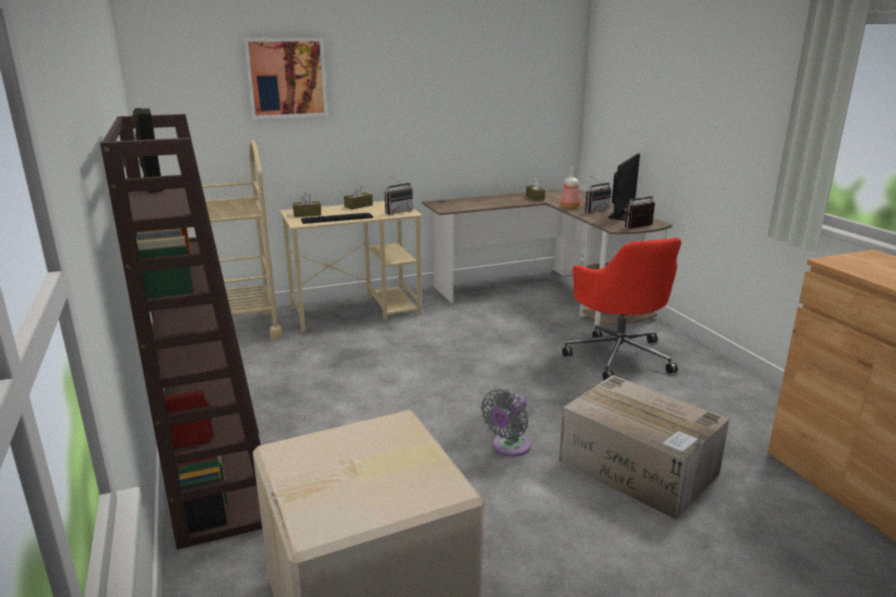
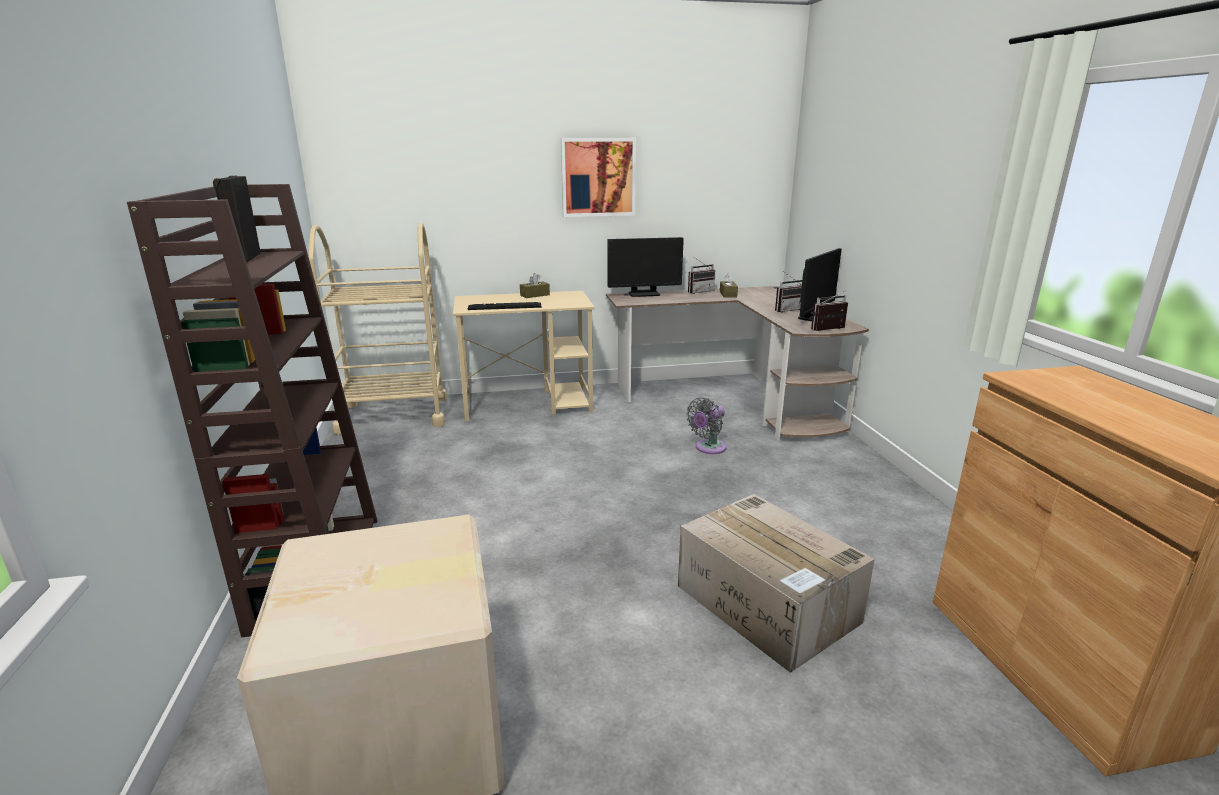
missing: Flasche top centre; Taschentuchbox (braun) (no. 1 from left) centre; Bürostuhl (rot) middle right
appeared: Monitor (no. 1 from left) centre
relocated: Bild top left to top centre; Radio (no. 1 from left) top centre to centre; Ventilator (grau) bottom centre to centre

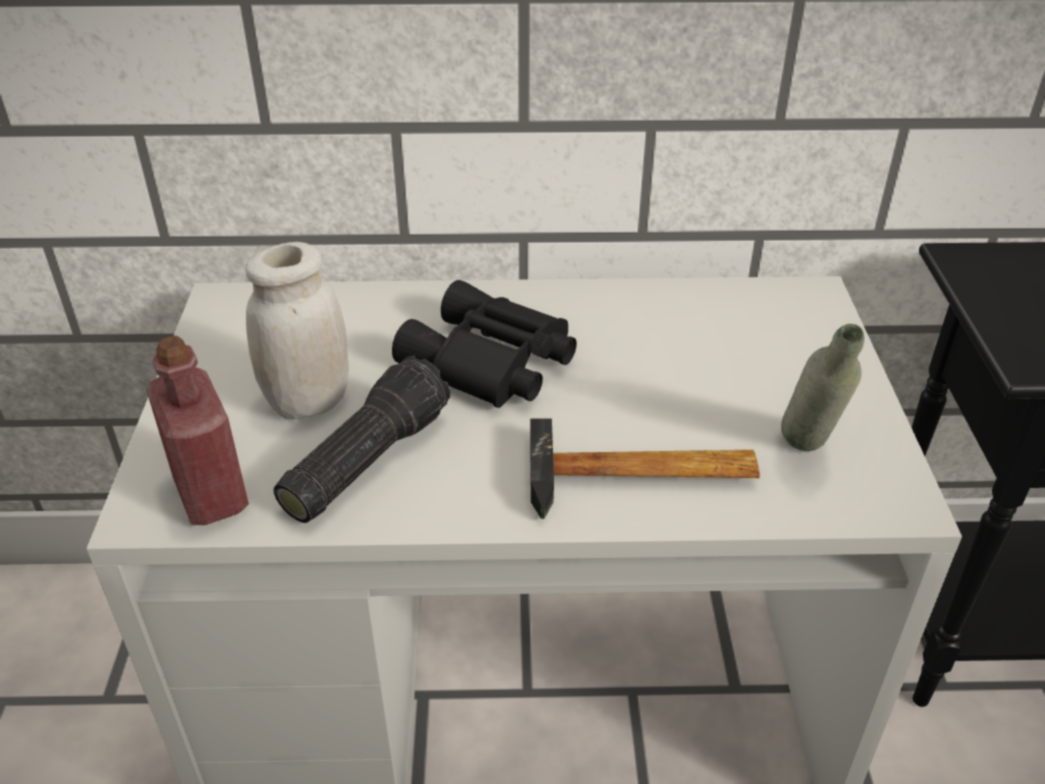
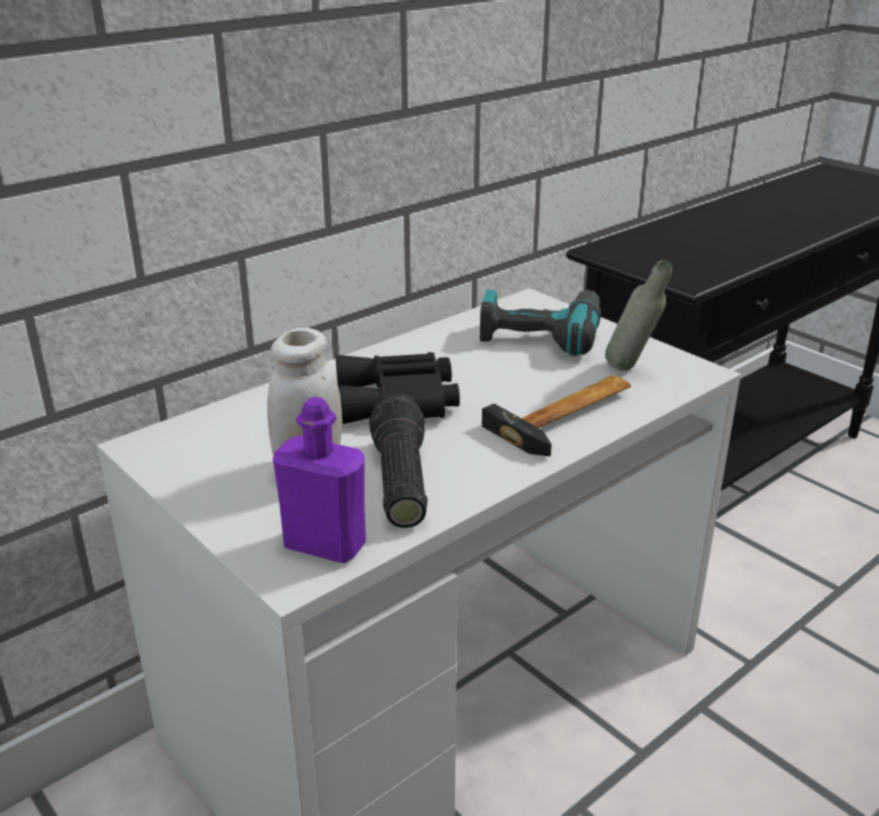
appeared: Bohrmaschine centre
colour: Flasche (rot) middle left to Flasche (lila) centre

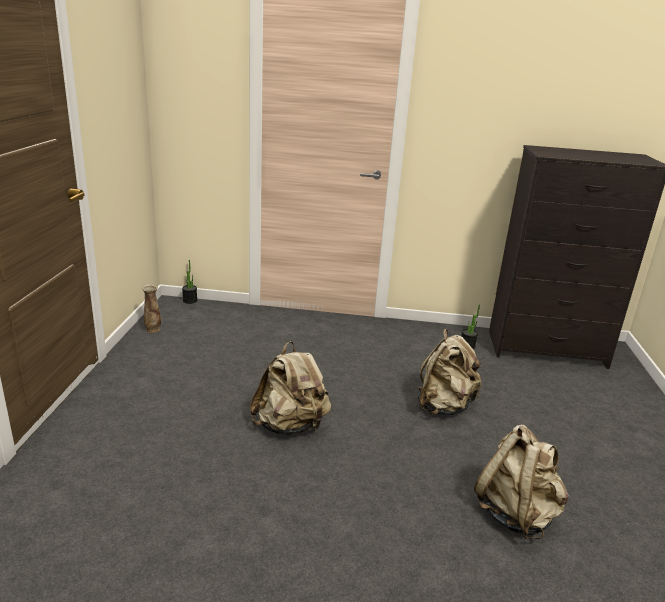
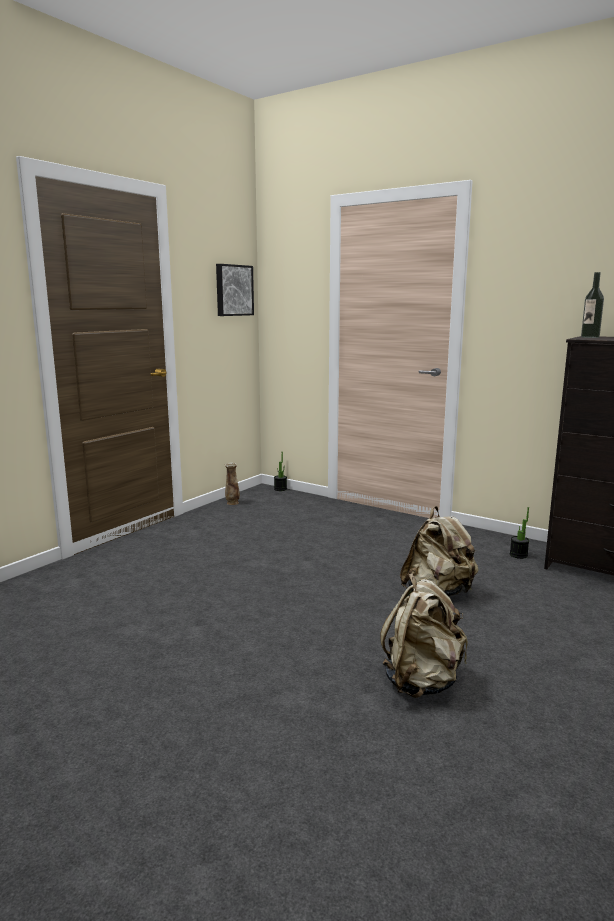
missing: Rucksack (beige) (no. 1 from left) centre
appeared: Bild top centre; Flasche top right

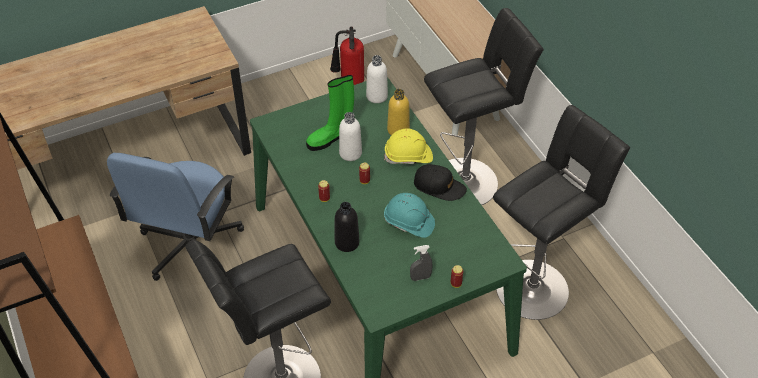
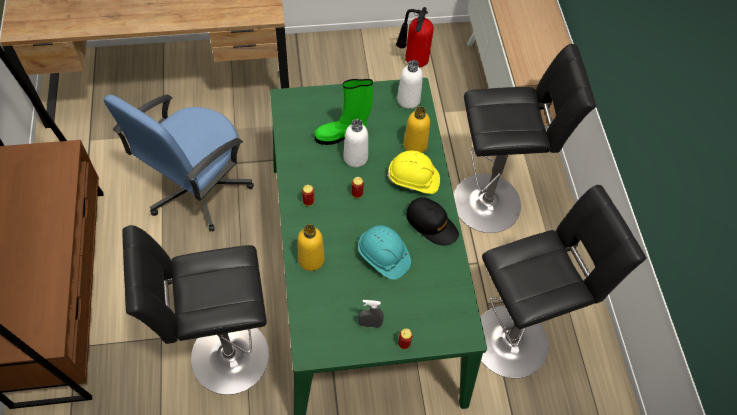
colour: Flasche (schwarz) centre to Flasche (gelb) (no. 1 from left) centre

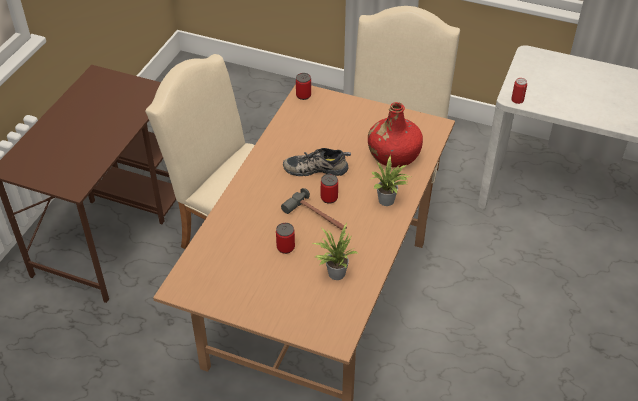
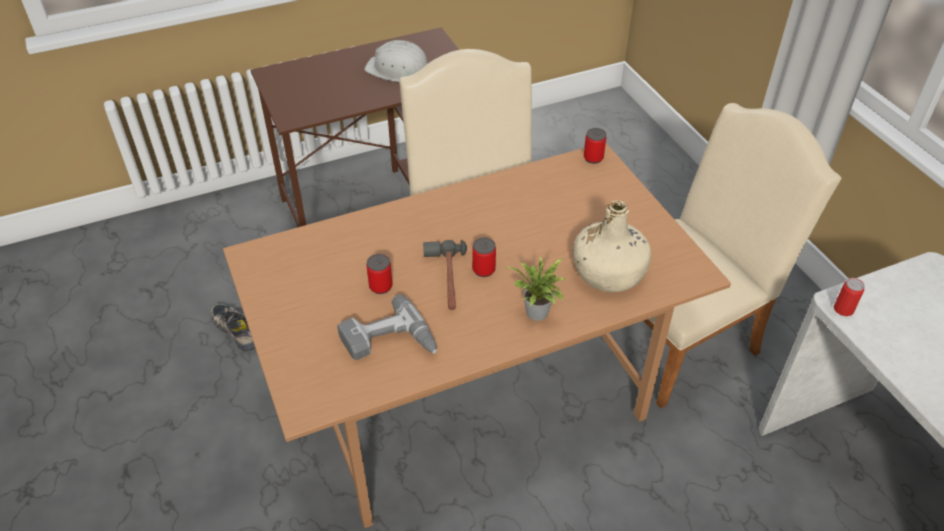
appeared: Schutzhelm (weiß) top centre
relocated: Schuh centre to middle left
exchanged: Topfpflanze (no. 1 from left) centre to Bohrmaschine centre
colour: Flasche (rot) centre to Flasche (beige) centre

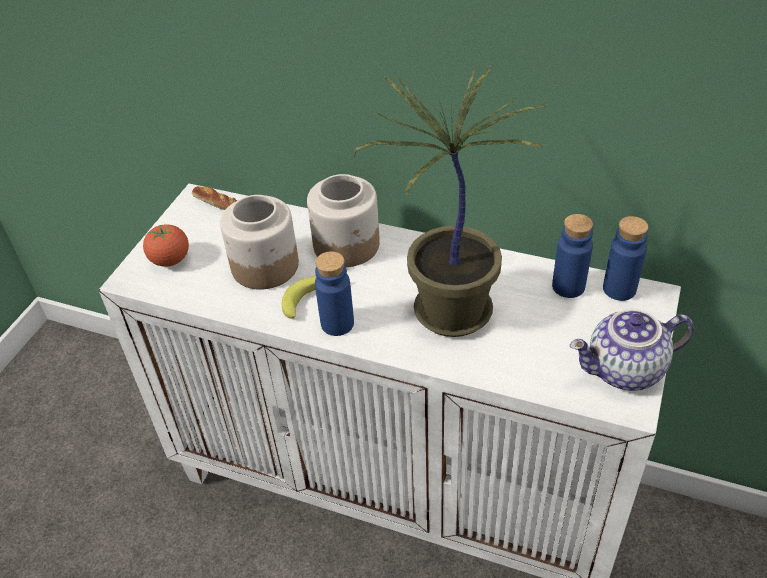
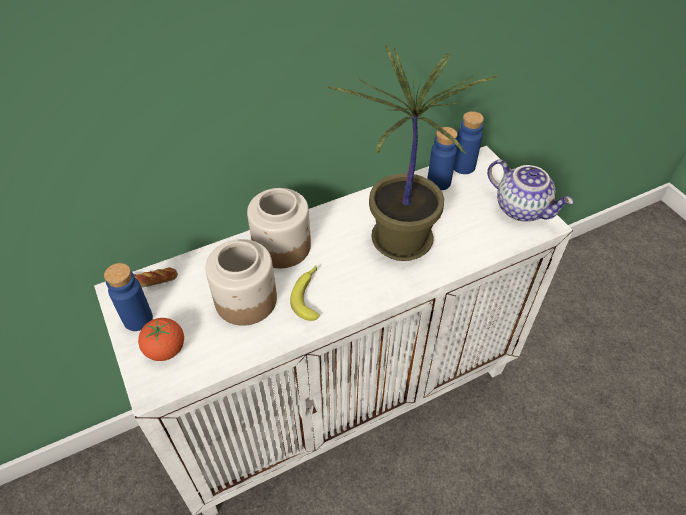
relocated: Flasche (blau) (no. 1 from left) centre to middle left
spun: Teekanne middle right = middle right 75 degrees counterclockwise

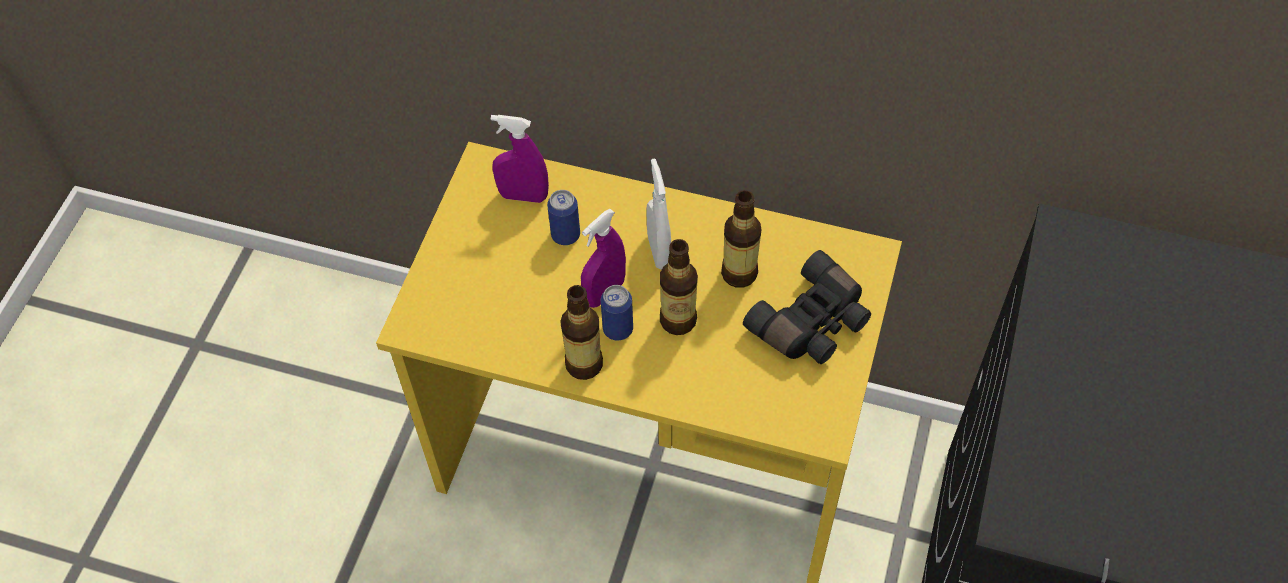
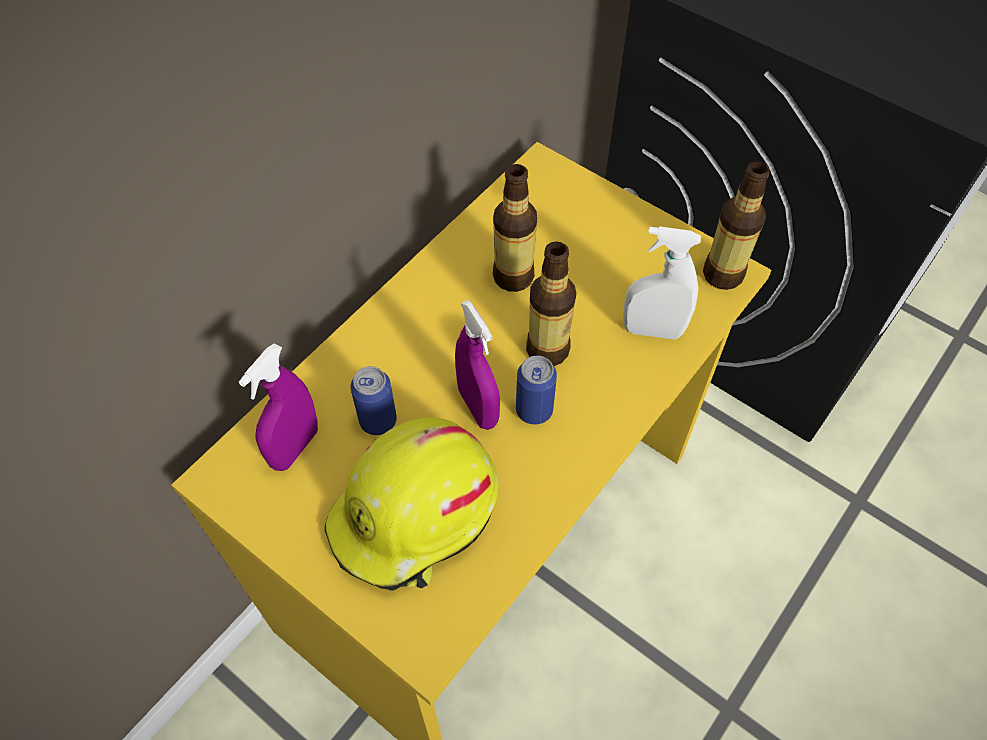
missing: Fernglas (schwarz) centre
appeared: Schutzhelm (gelb) bottom centre
relocated: Sprühflasche (weiß) centre to middle right; Flasche (no. 1 from left in the first image) centre to Flasche (no. 3 from left) top right

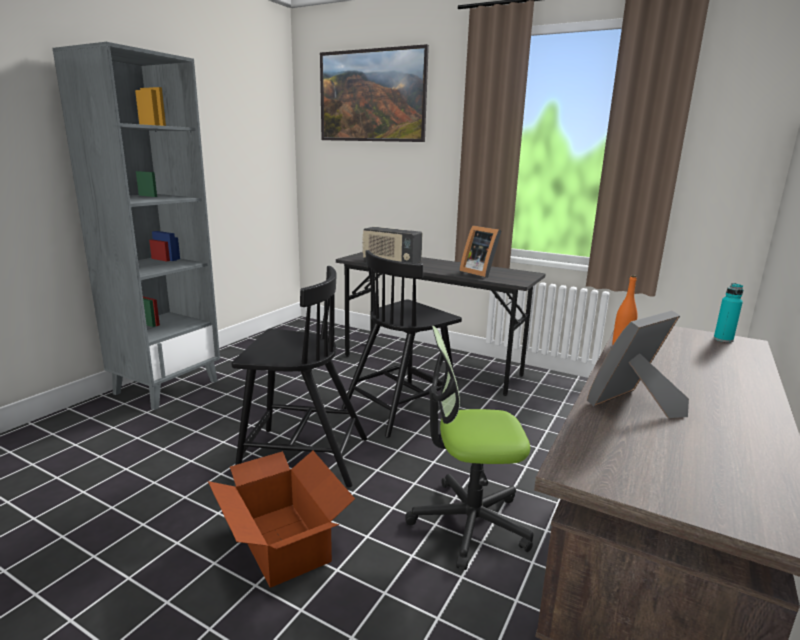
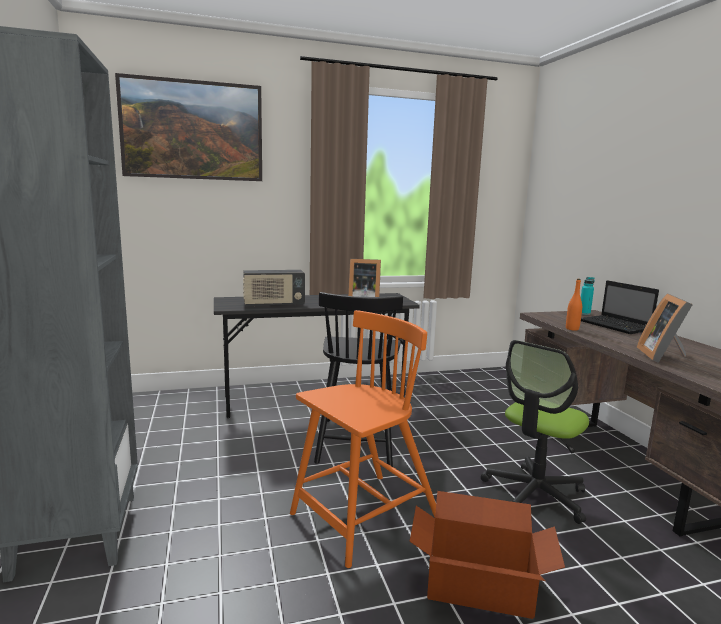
appeared: Laptop middle right
colour: Stuhl (schwarz) (no. 1 from left) centre to Stuhl (orange) bottom centre

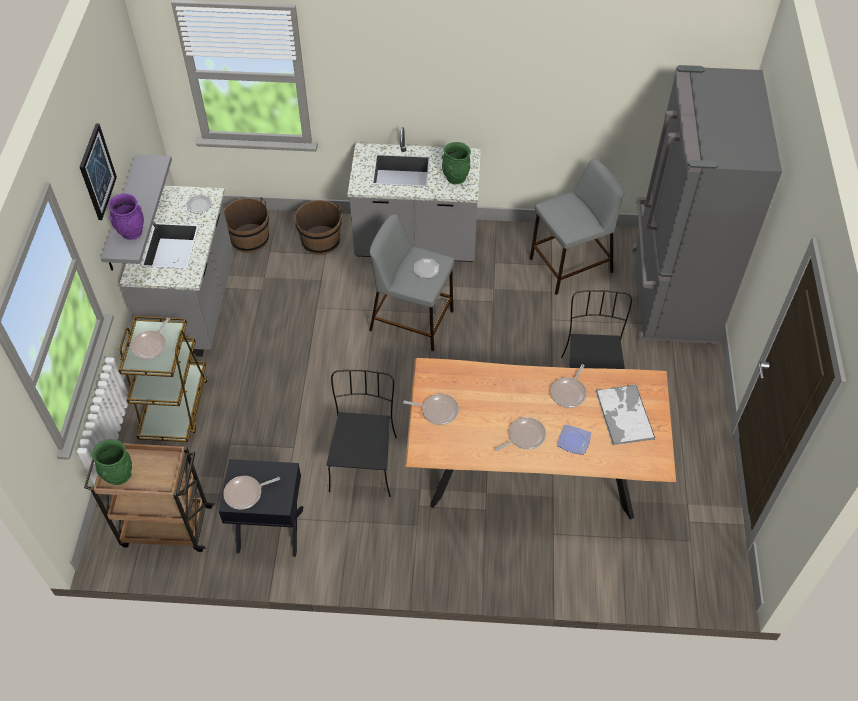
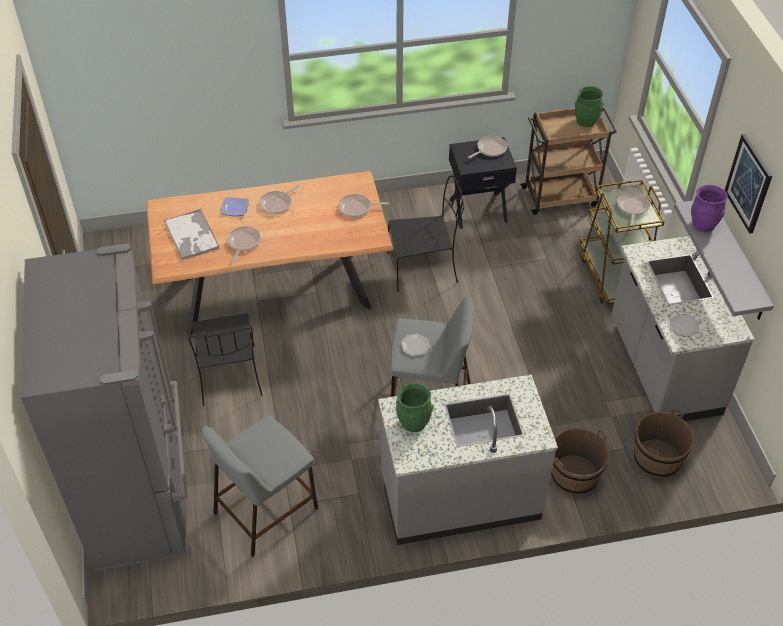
spun: Stuhl (schwarz) (no. 1 from left in the first image) centre = centre 90 degrees counterclockwise

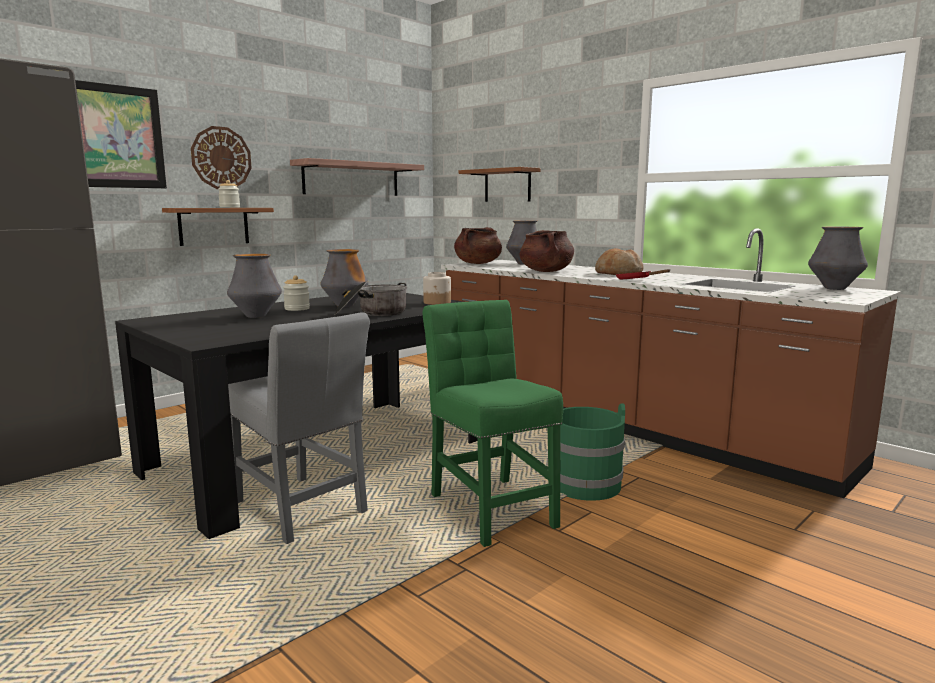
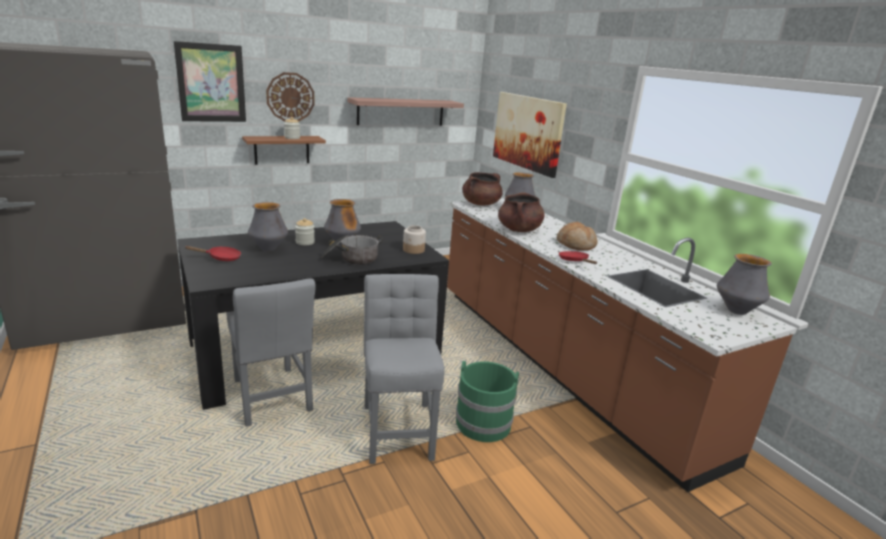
appeared: Pfanne (rot) (no. 1 from left) middle left
exchanged: Wandregal (no. 3 from left) top centre to Bild (no. 2 from left) top centre
colour: Stuhl (grün) centre to Stuhl (grau) (no. 2 from left) bottom centre

